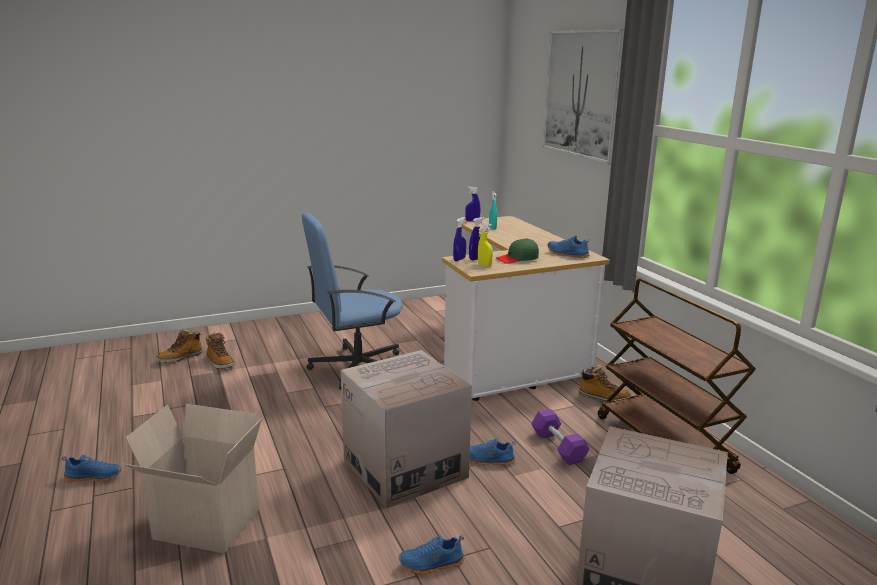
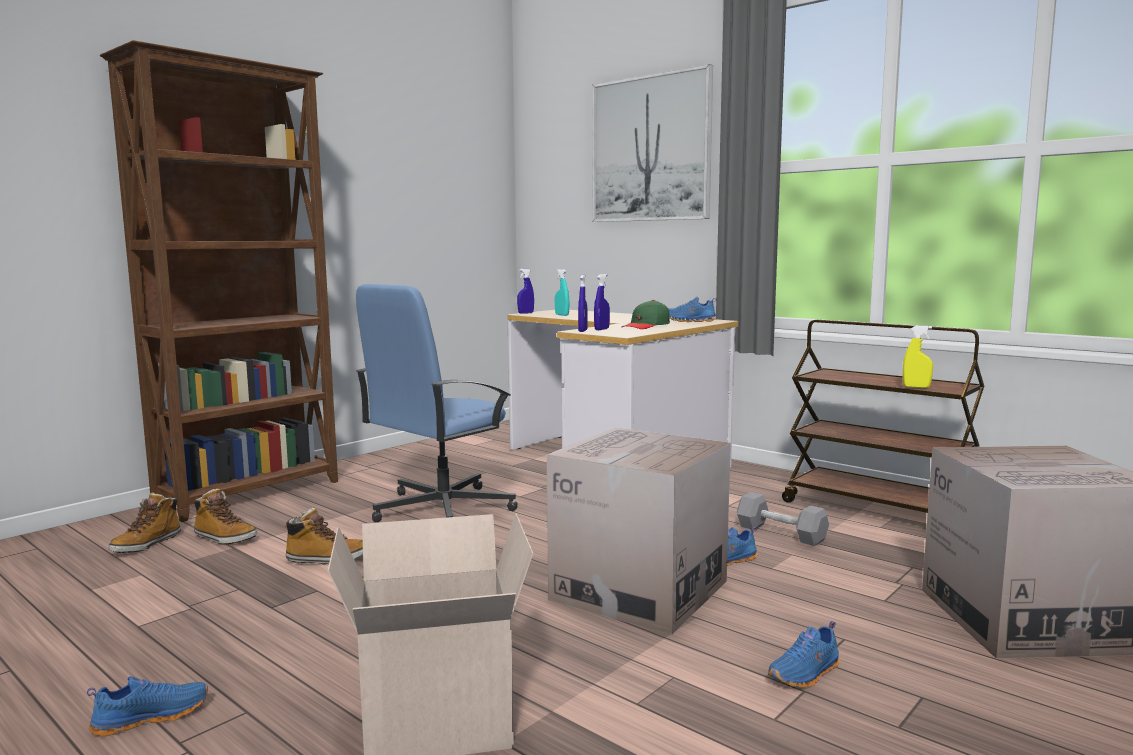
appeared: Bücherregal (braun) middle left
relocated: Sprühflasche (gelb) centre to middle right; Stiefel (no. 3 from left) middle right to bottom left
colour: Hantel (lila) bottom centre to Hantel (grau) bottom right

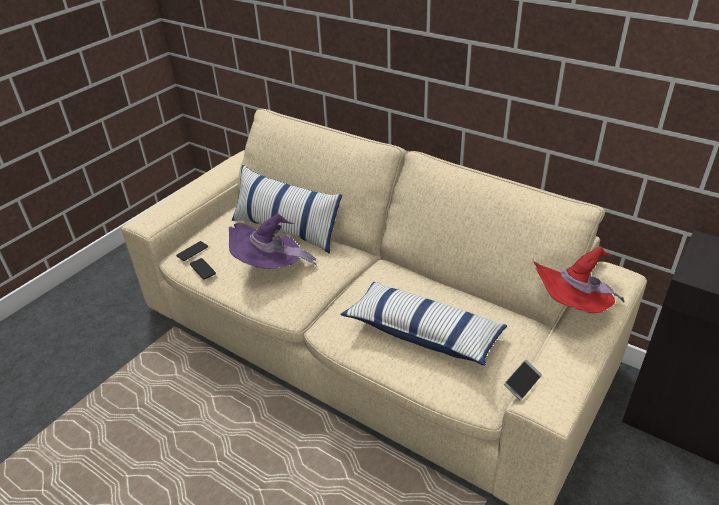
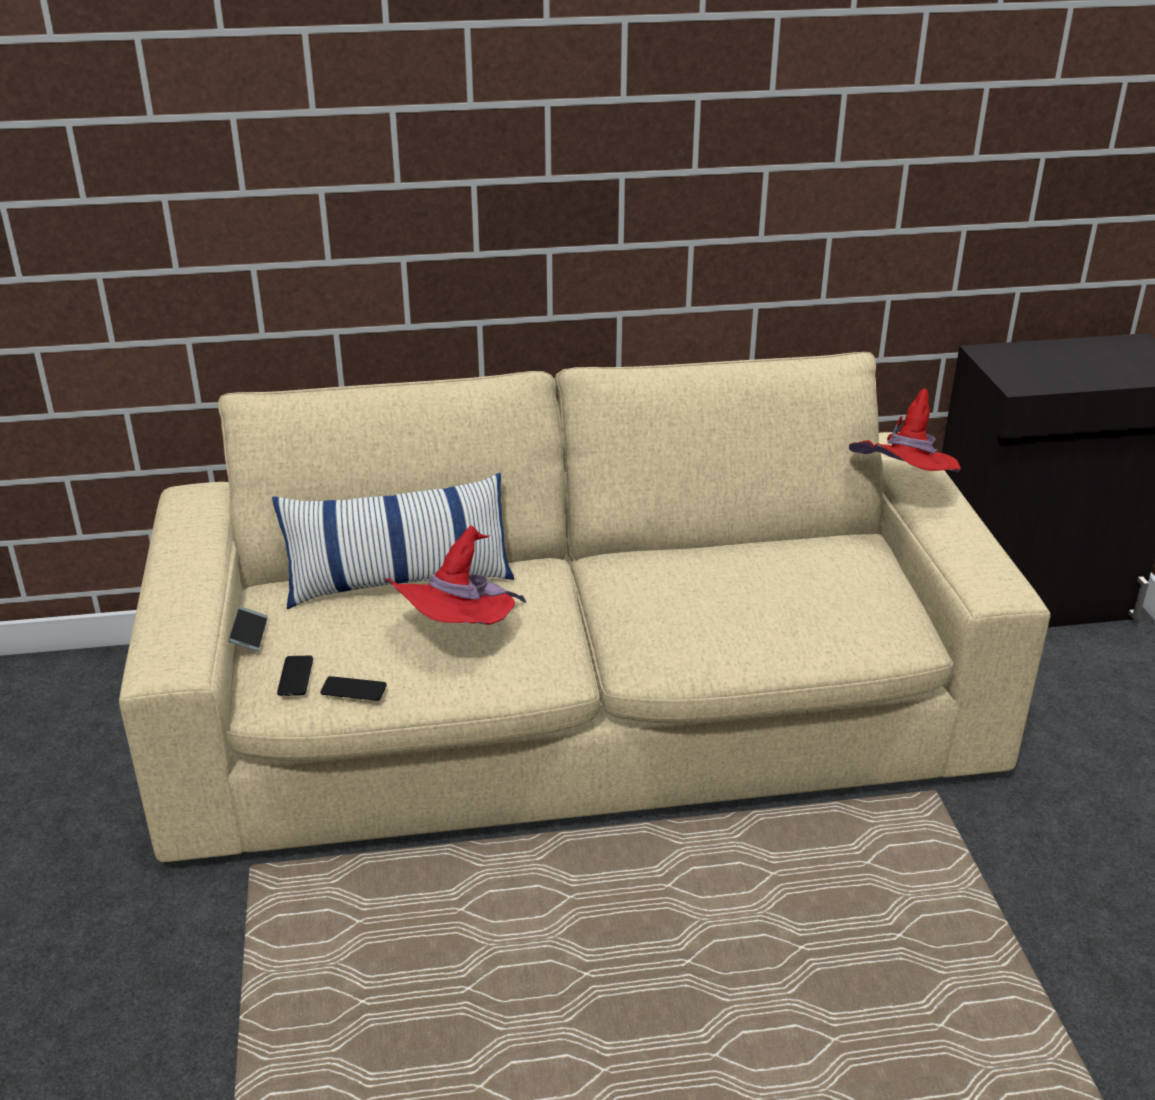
missing: Kissen (no. 2 from left) centre
relocated: Handy (no. 3 from left in the first image) bottom right to Handy (no. 1 from left) middle left
colour: Hut (lila) centre to Hut (rot) (no. 1 from left) centre

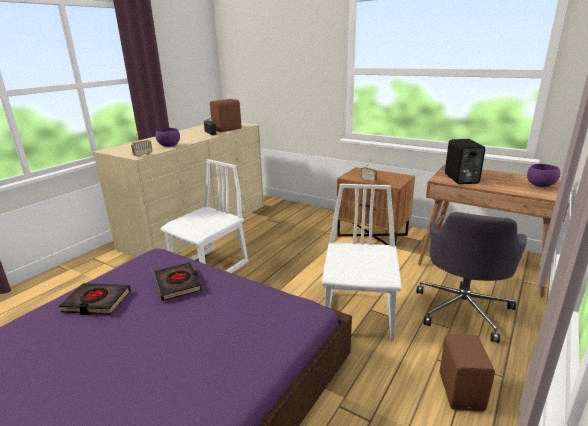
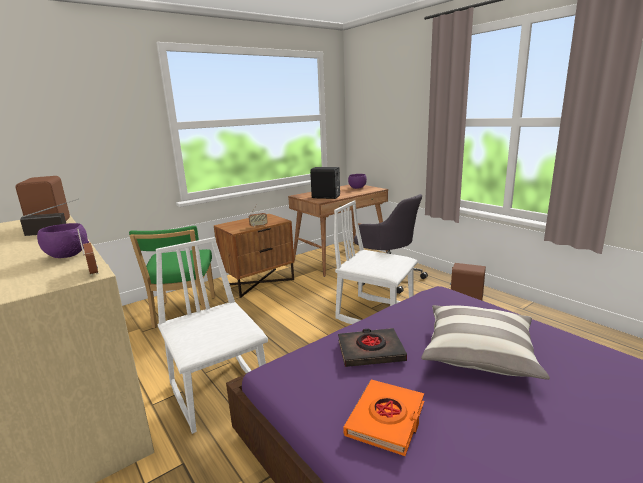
appeared: Stuhl (grün) middle left; Kissen bottom right
colour: Buch (schwarz) (no. 1 from left) bottom left to Buch (orange) bottom centre

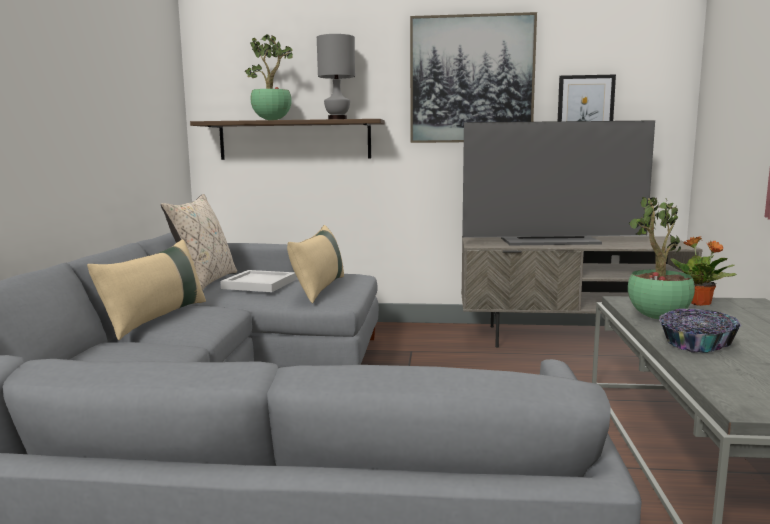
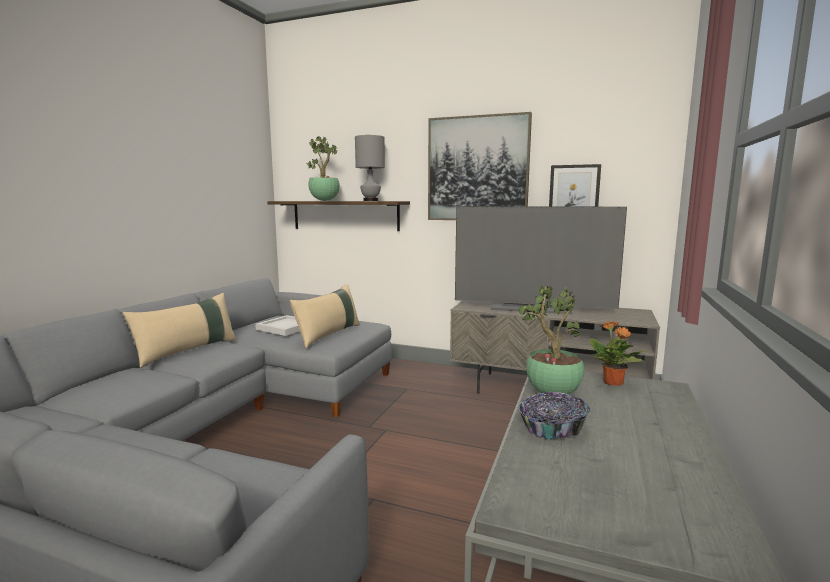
missing: Kissen (beige) (no. 2 from left) middle left

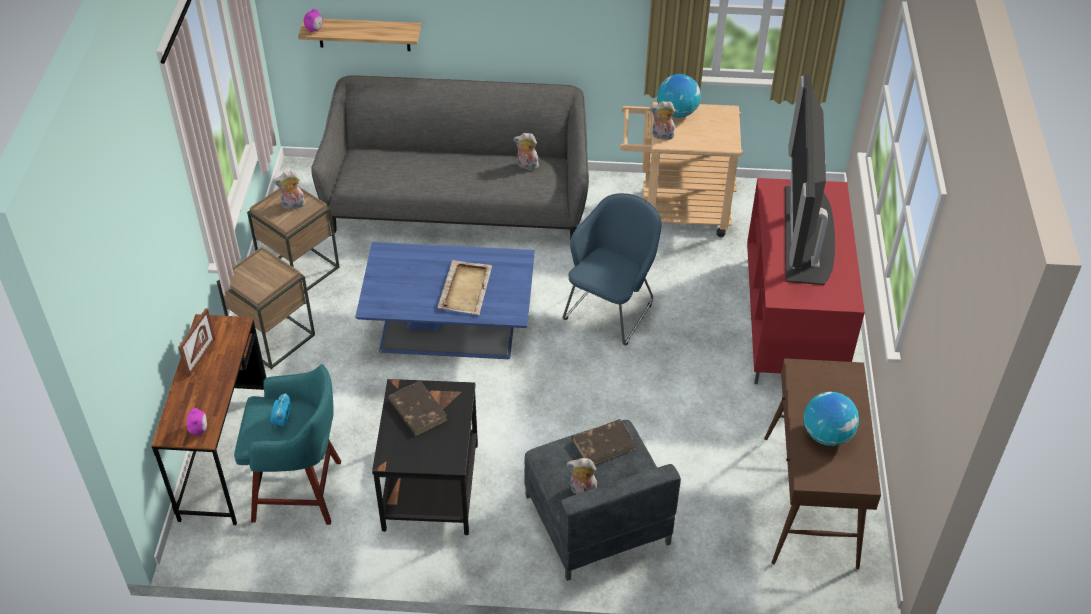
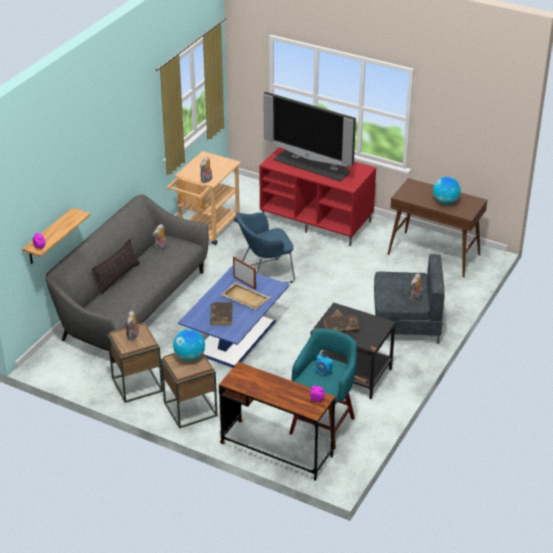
appeared: Kissen middle left
relocated: Globus (no. 1 from left) top centre to centre; Bilderrahmen middle left to centre; Buch (braun) (no. 2 from left in the first image) bottom centre to Buch (braun) (no. 1 from left) centre
spun: Sessel (blau) centre = centre 75 degrees counterclockwise

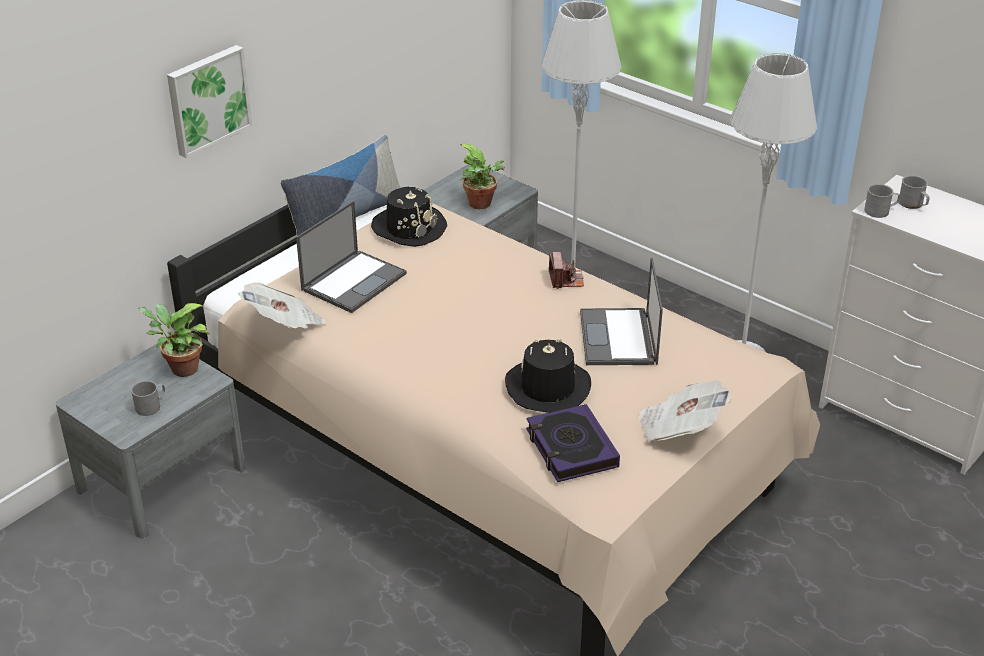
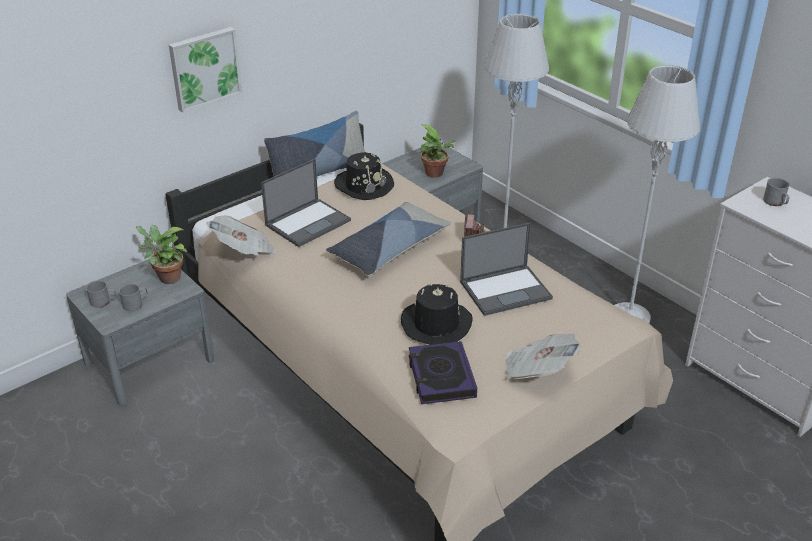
appeared: Kissen (no. 2 from left) centre
relocated: Henkelbecher (grau) (no. 2 from left in the first image) top right to Henkelbecher (grau) (no. 1 from left) middle left
spun: Laptop (no. 2 from left) centre = centre 120 degrees counterclockwise

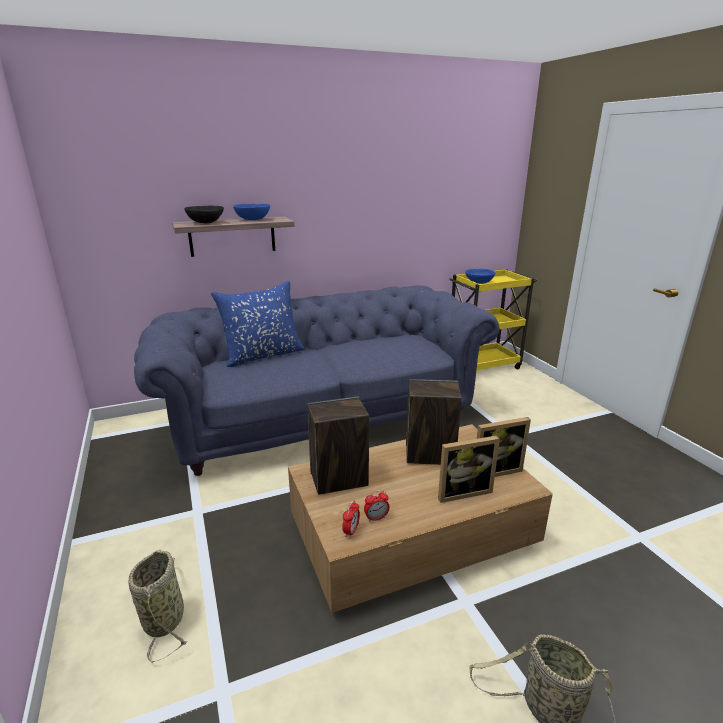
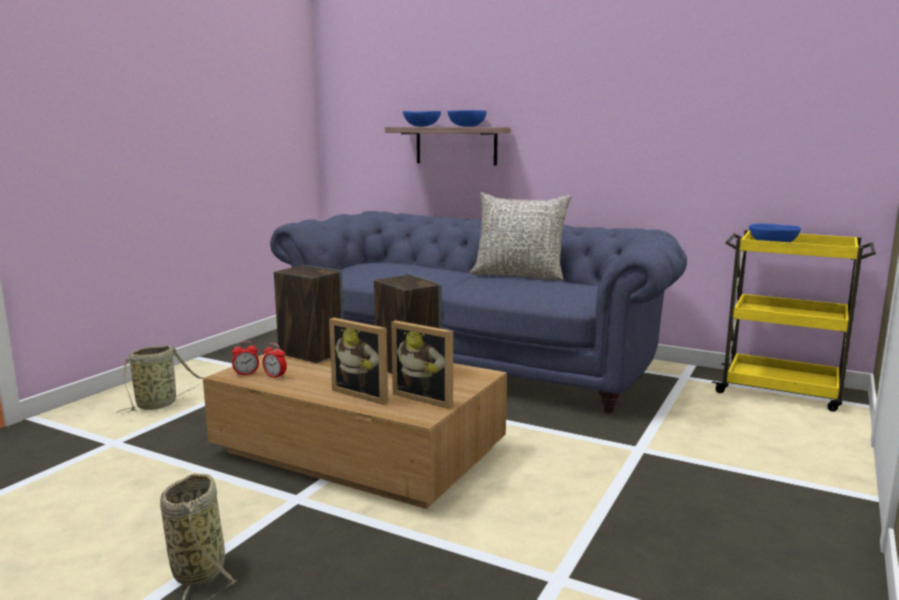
missing: Kissen (blau) centre
appeared: Kissen (grau) centre
colour: Schüssel (schwarz) top left to Schüssel (blau) (no. 1 from left) top centre

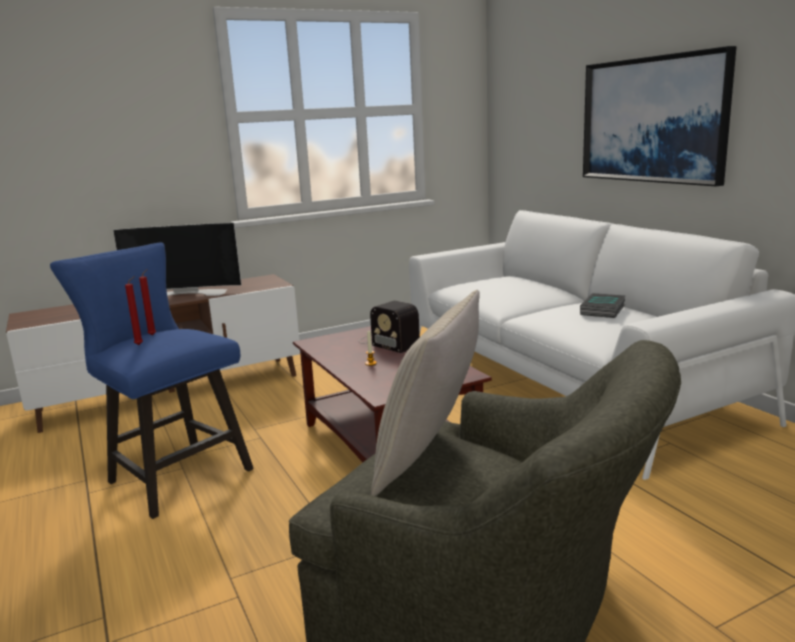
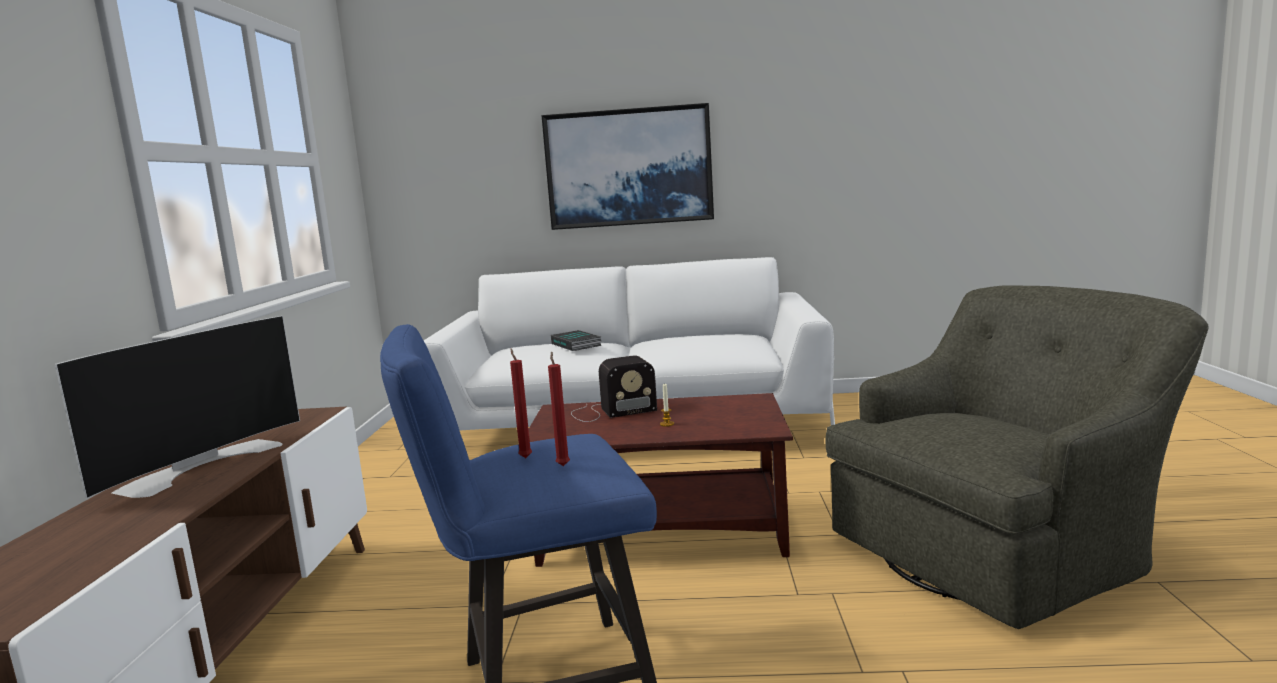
missing: Kissen (beige) centre
relocated: Buch middle right to centre

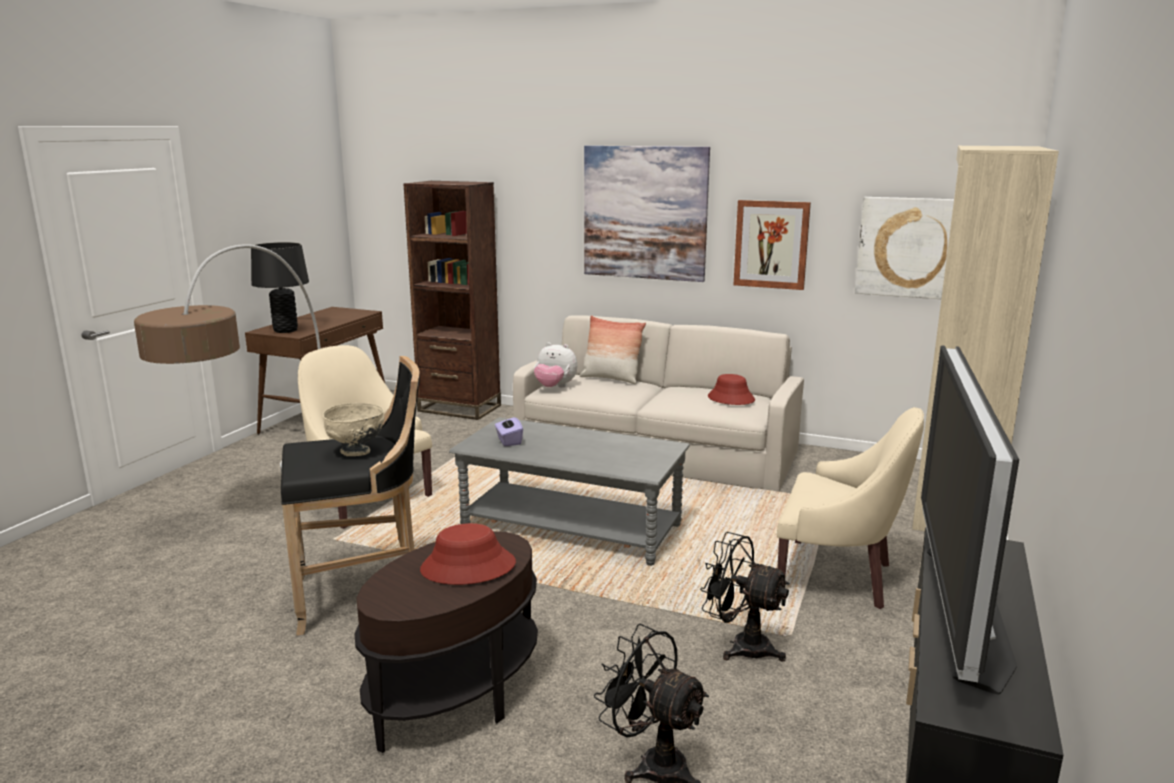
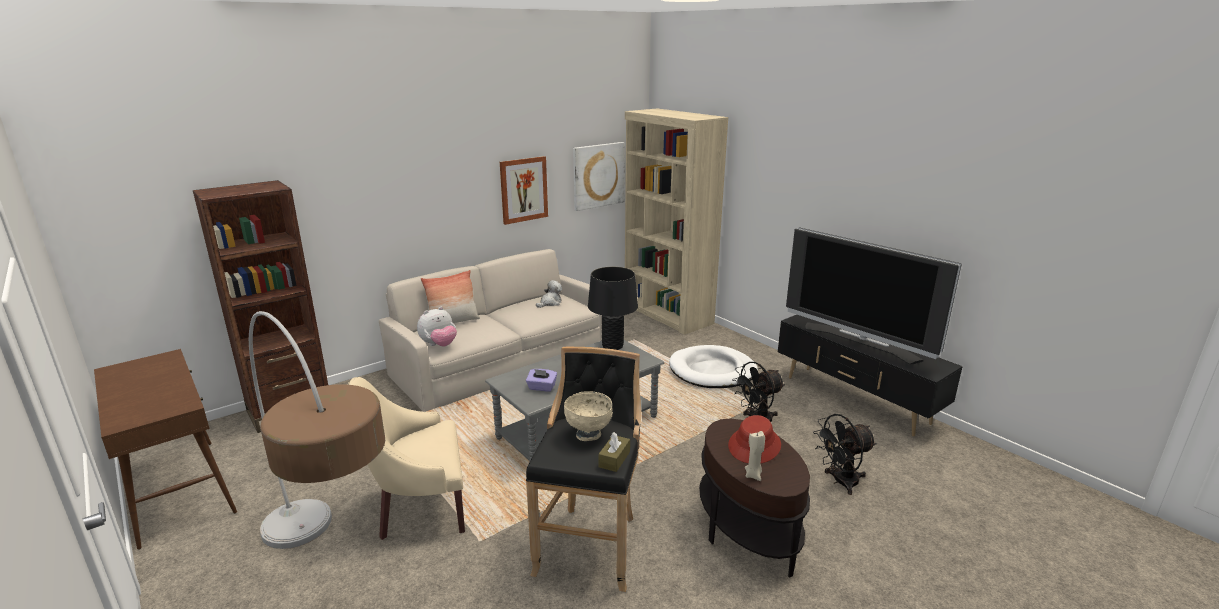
missing: Bild (no. 1 from left) top centre
appeared: Kerze (beige) bottom centre; Taschentuchbox (braun) bottom centre
relocated: Tischlampe (schwarz) middle left to centre
exchanged: Hut (rot) (no. 2 from left) centre to Plüschtier (no. 2 from left) centre; Sessel (beige) (no. 2 from left) middle right to Hundebett (weiß) centre

